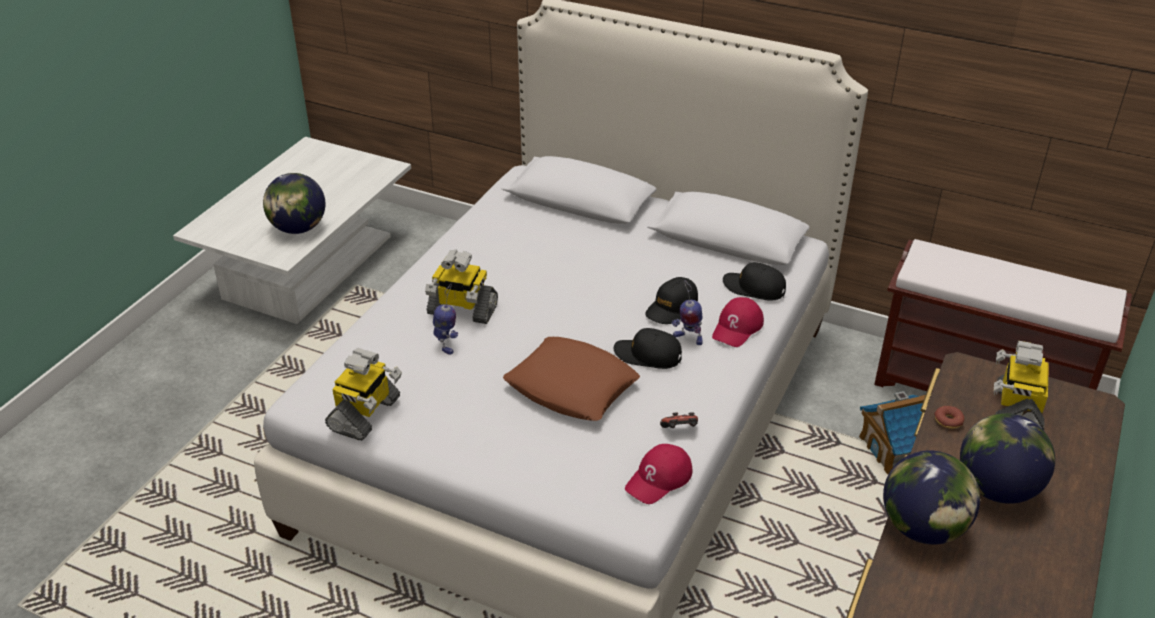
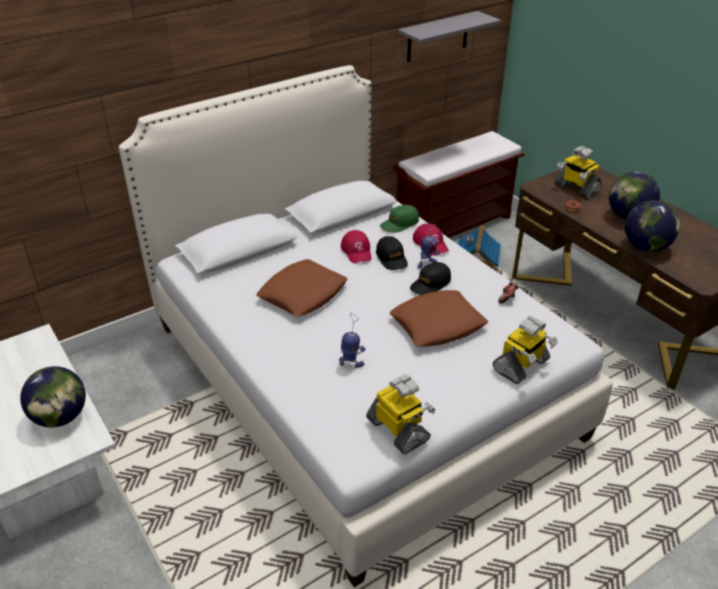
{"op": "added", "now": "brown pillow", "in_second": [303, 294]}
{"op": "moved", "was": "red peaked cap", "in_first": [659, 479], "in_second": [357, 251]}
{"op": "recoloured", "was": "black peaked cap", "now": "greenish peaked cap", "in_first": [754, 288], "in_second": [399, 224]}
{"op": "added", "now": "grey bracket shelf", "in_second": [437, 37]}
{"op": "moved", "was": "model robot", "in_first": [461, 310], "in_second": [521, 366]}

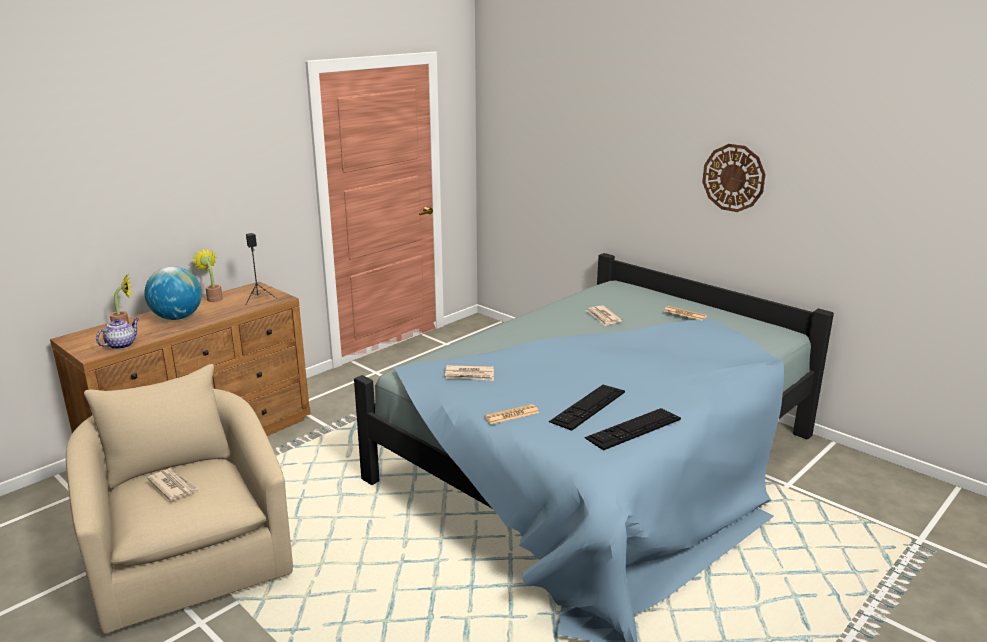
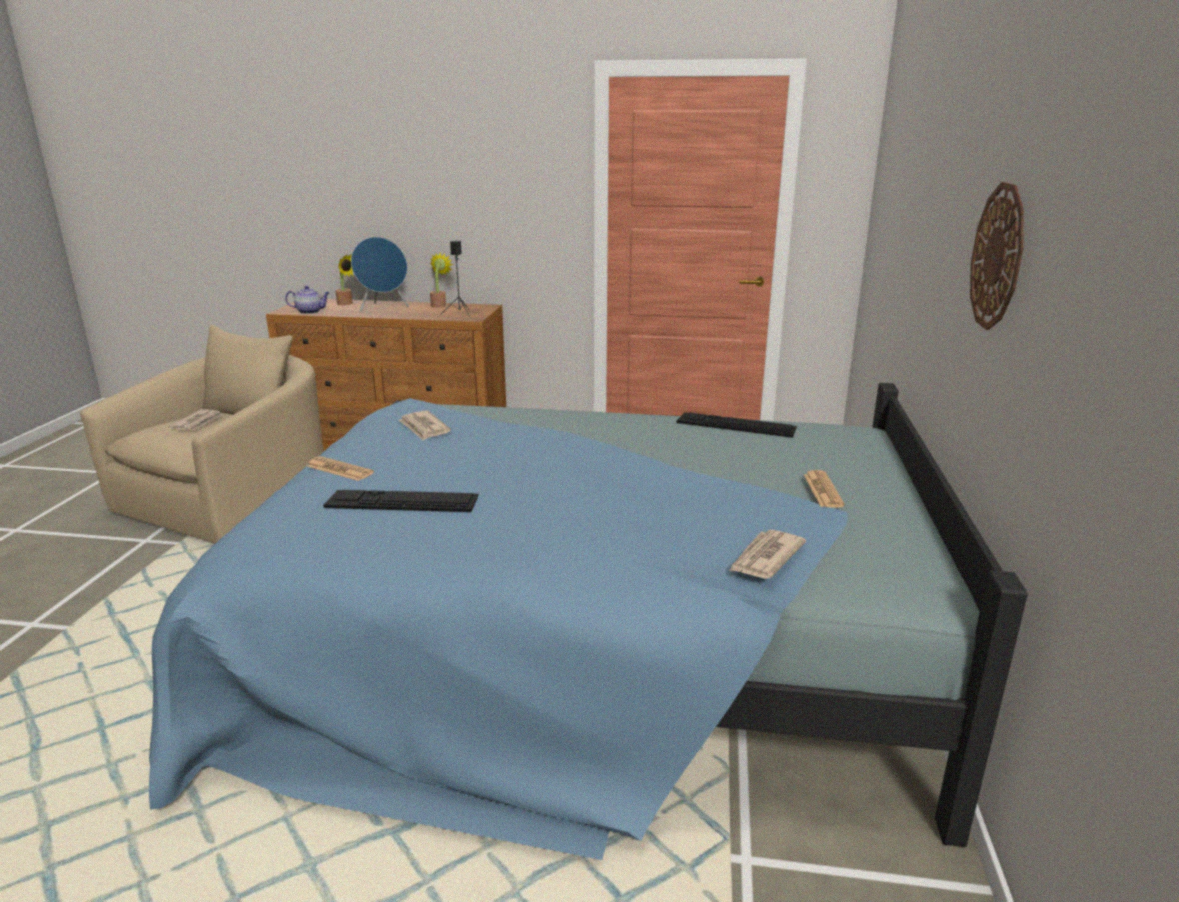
{"op": "replaced", "was": "desk globe", "now": "bluish loudspeaker", "in_first": [177, 318], "in_second": [383, 308]}
{"op": "moved", "was": "PC keyboard", "in_first": [633, 428], "in_second": [736, 425]}
{"op": "moved", "was": "printed paper", "in_first": [603, 317], "in_second": [765, 558]}

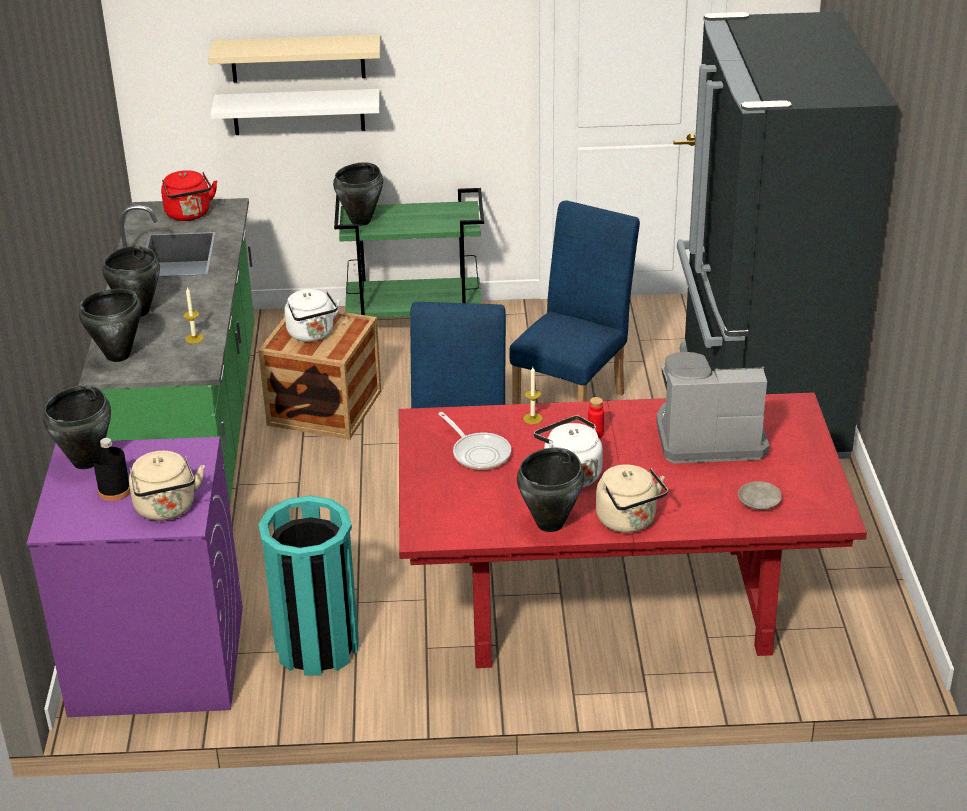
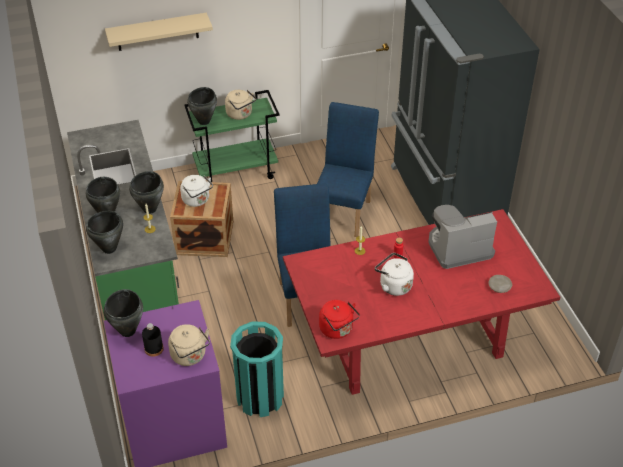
{"op": "moved", "was": "black stockpot", "in_first": [551, 523], "in_second": [150, 209]}
{"op": "moved", "was": "beige-coloured tea kettle", "in_first": [629, 521], "in_second": [240, 114]}
{"op": "moved", "was": "red tea kettle", "in_first": [189, 215], "in_second": [337, 330]}
{"op": "removed", "was": "white-coloured bracket shelf", "in_first": [298, 112]}
{"op": "removed", "was": "frying pan", "in_first": [478, 453]}

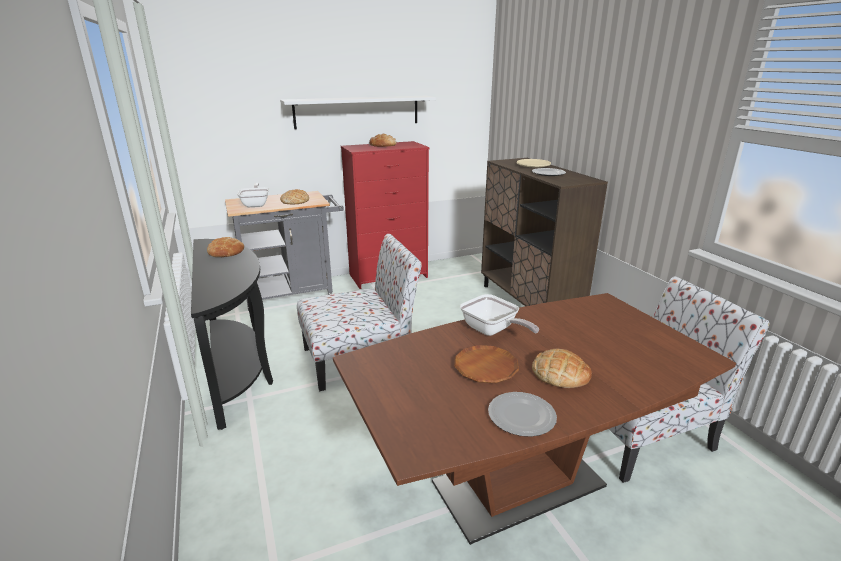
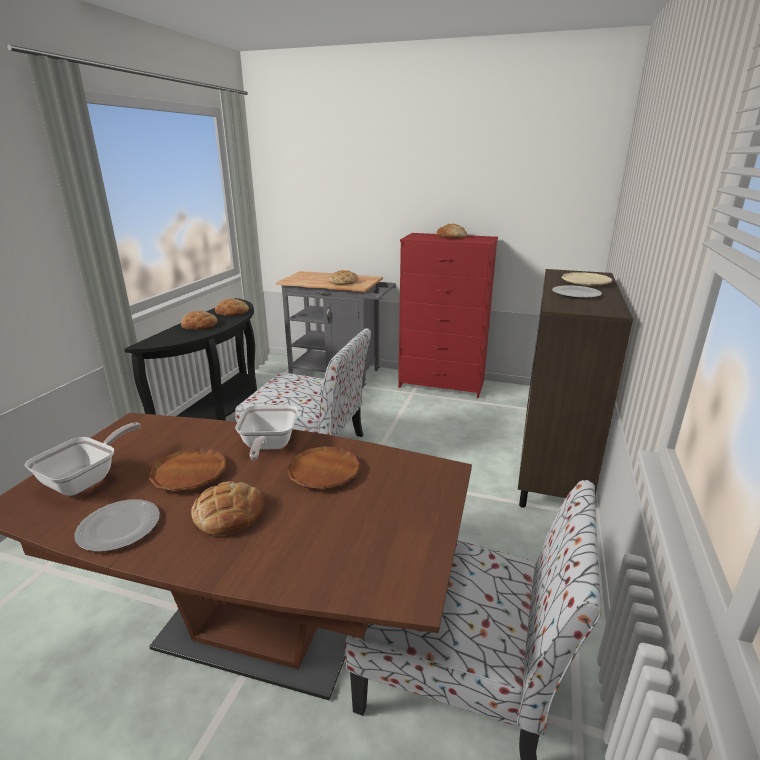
{"op": "moved", "was": "frying pan", "in_first": [256, 204], "in_second": [87, 479]}
{"op": "added", "now": "bread", "in_second": [199, 325]}
{"op": "added", "now": "brown dinner plate", "in_second": [324, 472]}
{"op": "removed", "was": "white-coloured bracket shelf", "in_first": [357, 111]}

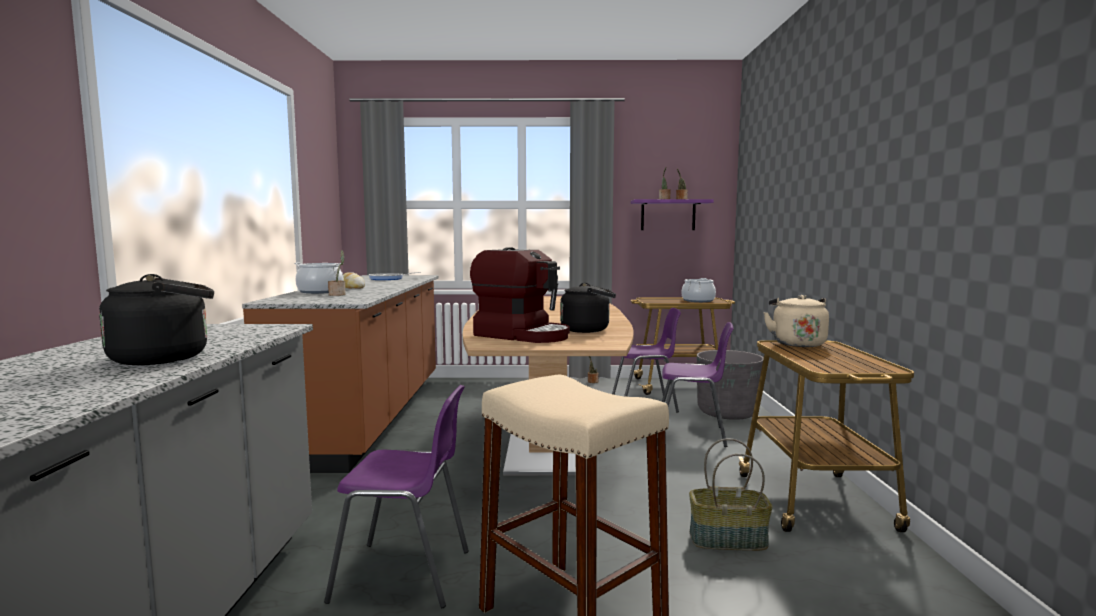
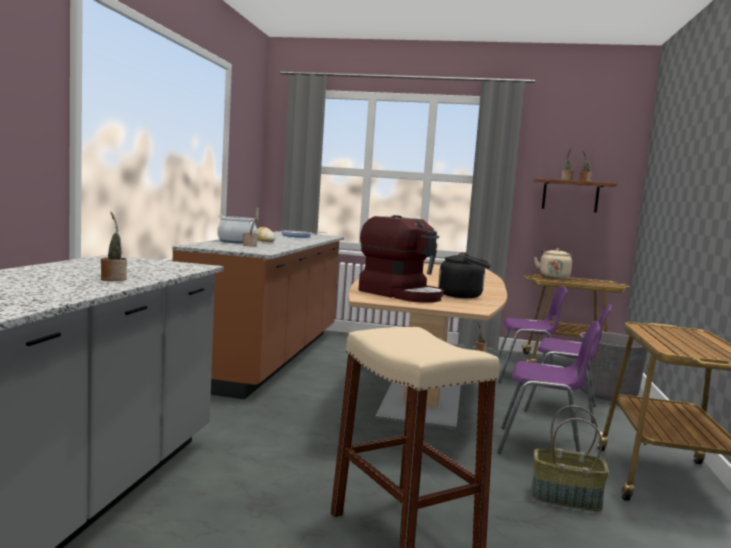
{"op": "replaced", "was": "black tea kettle", "now": "potted plant", "in_first": [166, 358], "in_second": [113, 279]}
{"op": "moved", "was": "purplish upright chair", "in_first": [406, 575], "in_second": [541, 447]}
{"op": "recoloured", "was": "purplish bracket shelf", "now": "brown bracket shelf", "in_first": [668, 215], "in_second": [570, 196]}
{"op": "moved", "was": "beige-coloured tea kettle", "in_first": [796, 343], "in_second": [553, 277]}
{"op": "removed", "was": "stockpot", "in_first": [698, 300]}

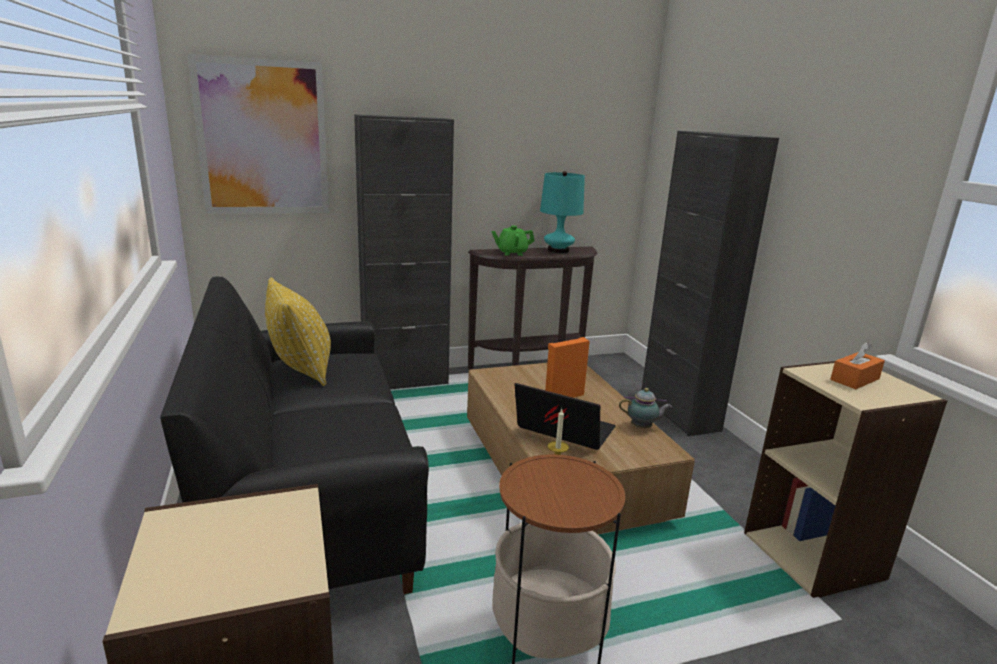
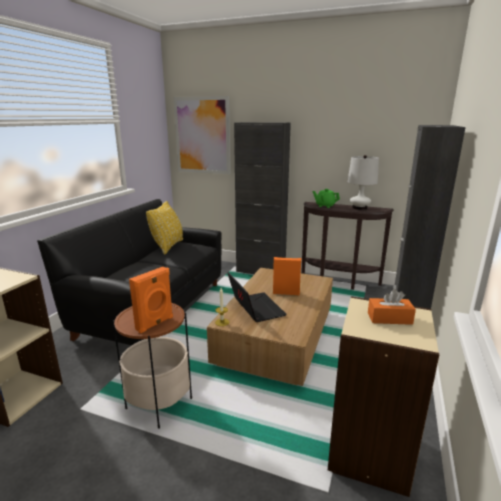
{"op": "added", "now": "orange-coloured loudspeaker", "in_second": [155, 324]}
{"op": "recoloured", "was": "turquoise table lamp", "now": "white-coloured table lamp", "in_first": [558, 251], "in_second": [359, 208]}
{"op": "removed", "was": "pot for tea", "in_first": [642, 427]}

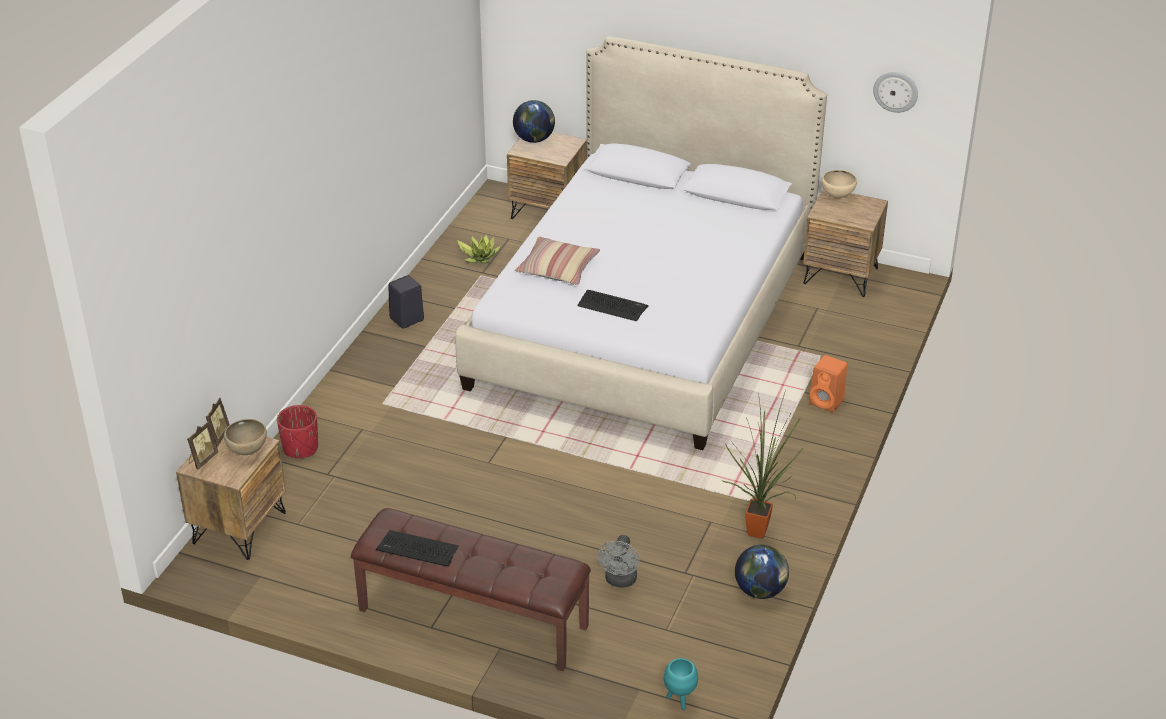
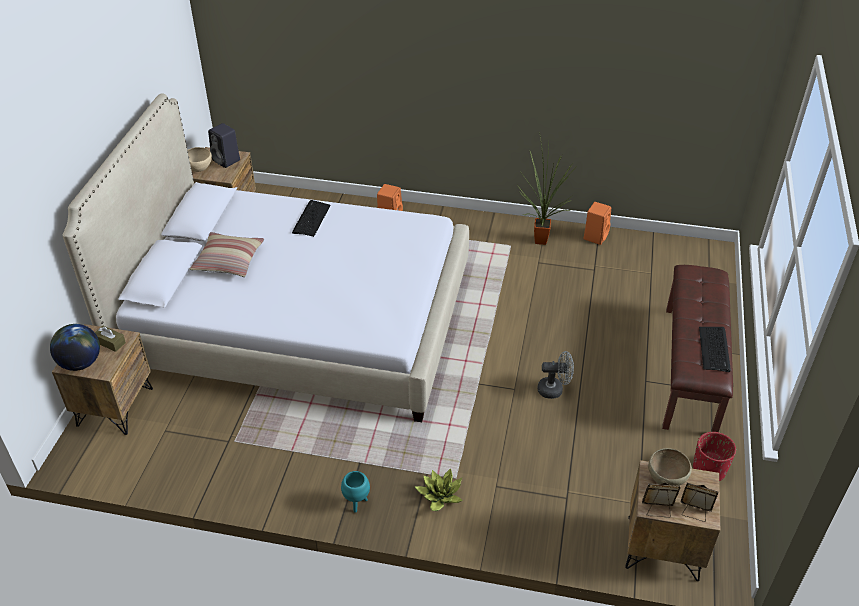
{"op": "added", "now": "brown tissue holder", "in_second": [110, 342]}
{"op": "moved", "was": "pillow", "in_first": [557, 269], "in_second": [228, 261]}
{"op": "moved", "was": "black loudspeaker", "in_first": [406, 320], "in_second": [227, 160]}
{"op": "moved", "was": "PC keyboard", "in_first": [612, 306], "in_second": [311, 219]}
{"op": "moved", "was": "turquoise flower pot", "in_first": [679, 700], "in_second": [357, 503]}
{"op": "moved", "was": "potted plant", "in_first": [479, 256], "in_second": [440, 496]}
{"op": "moved", "was": "grey cooling fan", "in_first": [620, 581], "in_second": [554, 389]}
{"op": "replaced", "was": "desk globe", "now": "orange-coloured loudspeaker", "in_first": [760, 590], "in_second": [595, 236]}
{"op": "moved", "was": "red flower pot", "in_first": [301, 448], "in_second": [708, 469]}
{"op": "removed", "was": "hanging clock", "in_first": [896, 91]}

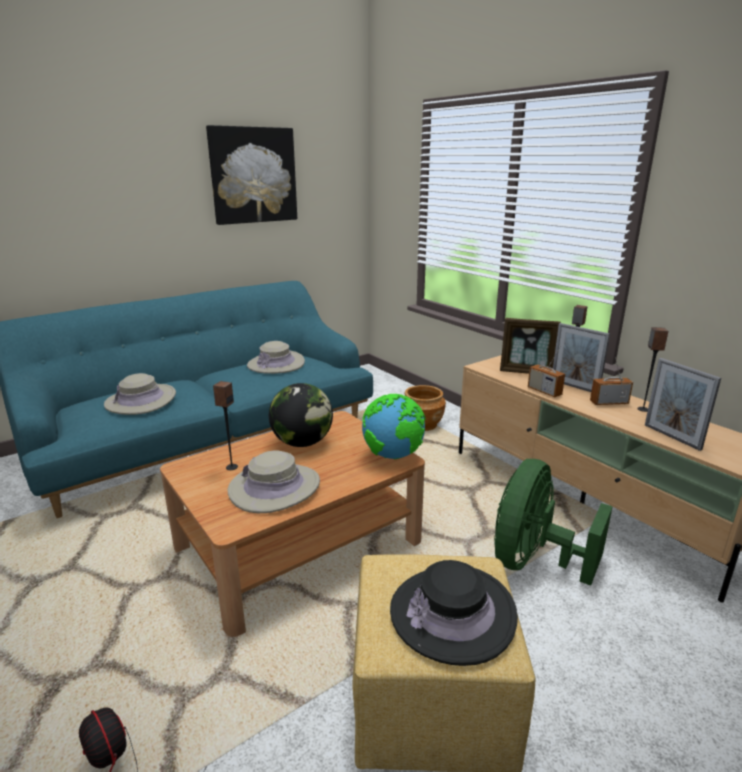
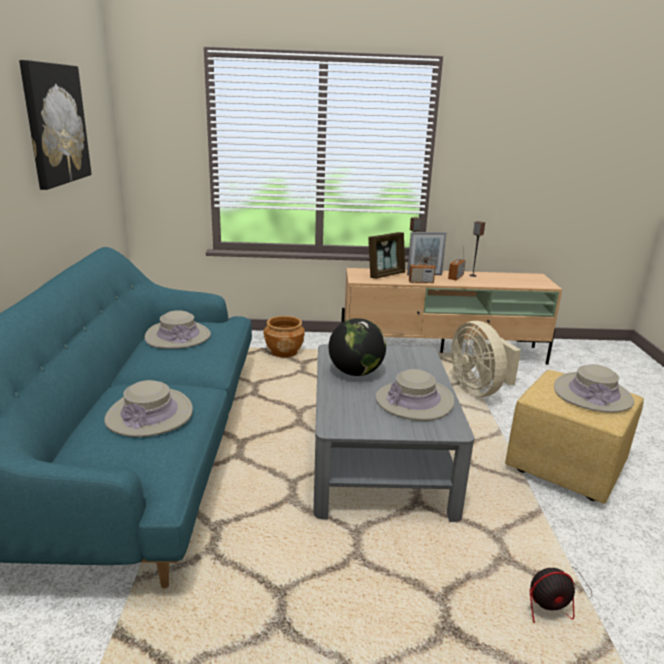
{"op": "recoloured", "was": "brown coffee table", "now": "grey coffee table", "in_first": [299, 544], "in_second": [378, 458]}
{"op": "recoloured", "was": "greenish cooling fan", "now": "beige-coloured cooling fan", "in_first": [534, 561], "in_second": [479, 389]}
{"op": "recoloured", "was": "black wearable hat", "now": "beige-coloured wearable hat", "in_first": [452, 613], "in_second": [592, 394]}
{"op": "removed", "was": "loudspeaker", "in_first": [231, 467]}
{"op": "removed", "was": "desk globe", "in_first": [393, 456]}
{"op": "removed", "was": "picture frame", "in_first": [672, 437]}

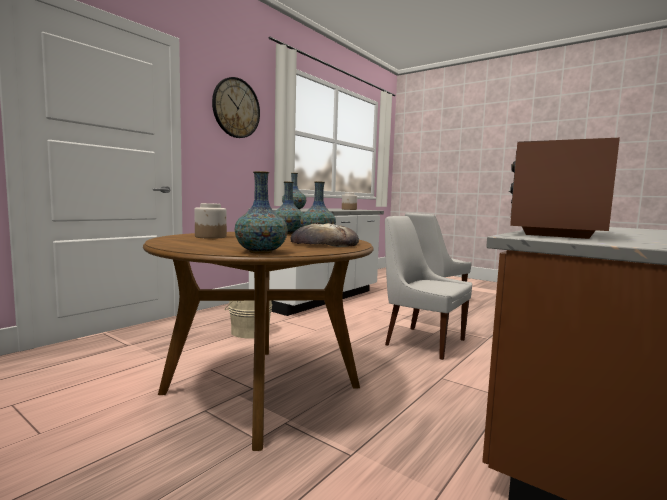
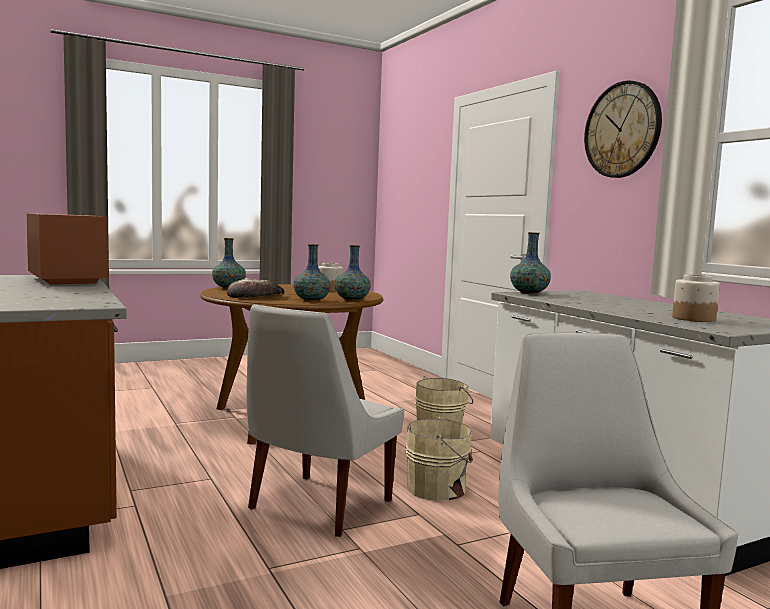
{"op": "turned", "was": "white-coloured upright chair", "in_first": [422, 342], "in_second": [317, 507], "clockwise": 150}
{"op": "added", "now": "beige-coloured bucket", "in_second": [439, 488]}

